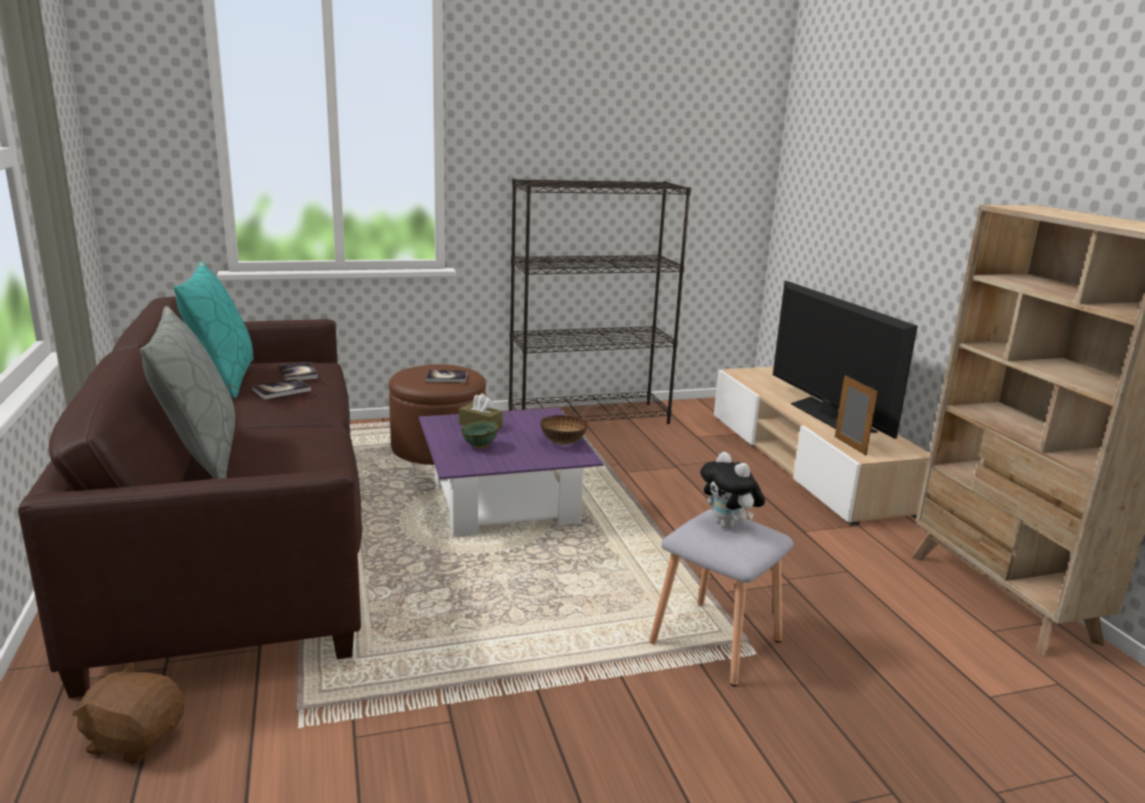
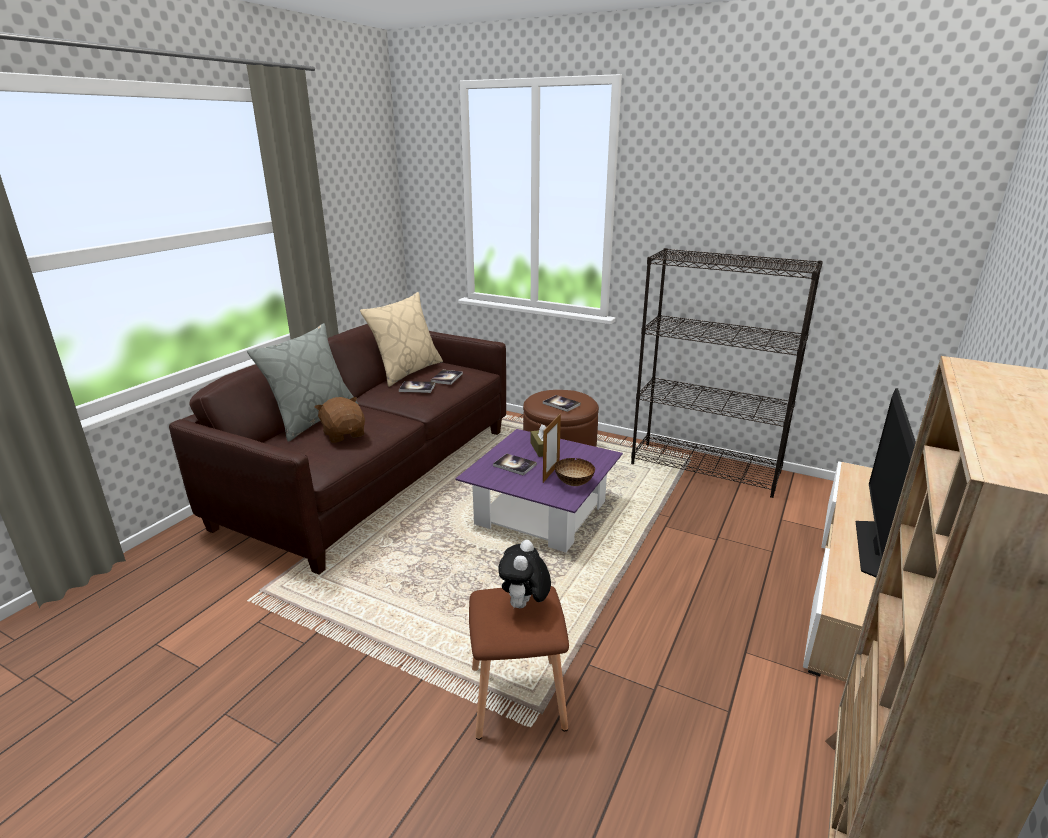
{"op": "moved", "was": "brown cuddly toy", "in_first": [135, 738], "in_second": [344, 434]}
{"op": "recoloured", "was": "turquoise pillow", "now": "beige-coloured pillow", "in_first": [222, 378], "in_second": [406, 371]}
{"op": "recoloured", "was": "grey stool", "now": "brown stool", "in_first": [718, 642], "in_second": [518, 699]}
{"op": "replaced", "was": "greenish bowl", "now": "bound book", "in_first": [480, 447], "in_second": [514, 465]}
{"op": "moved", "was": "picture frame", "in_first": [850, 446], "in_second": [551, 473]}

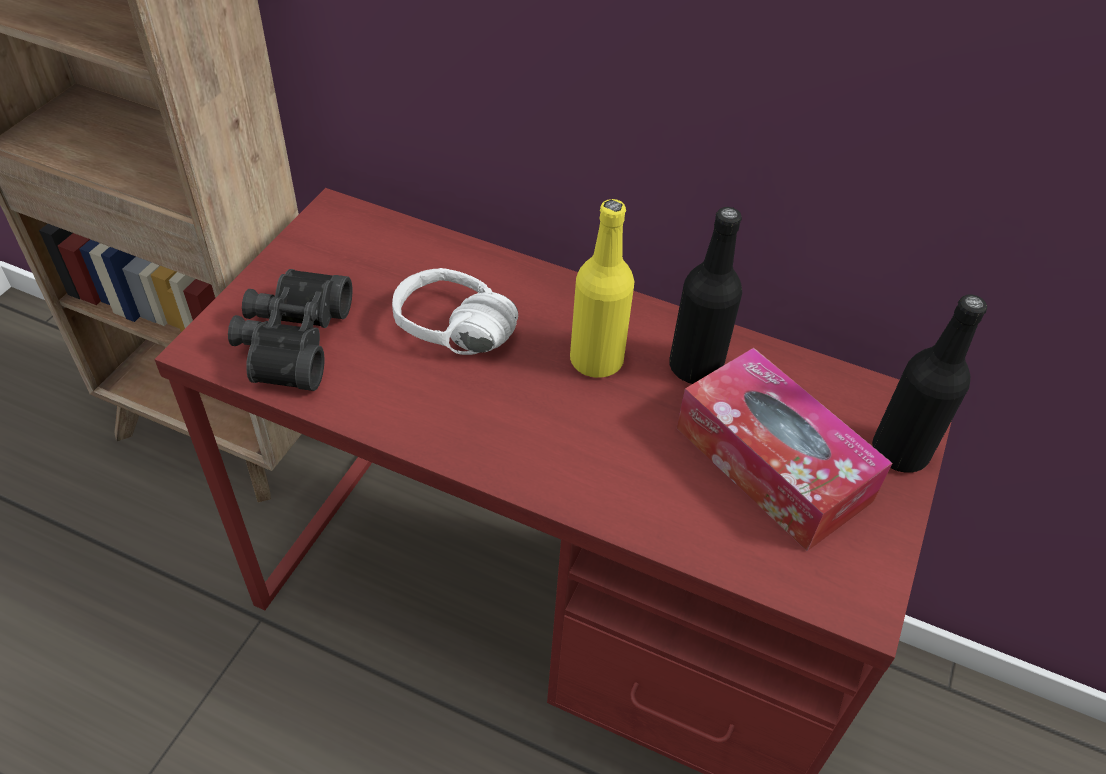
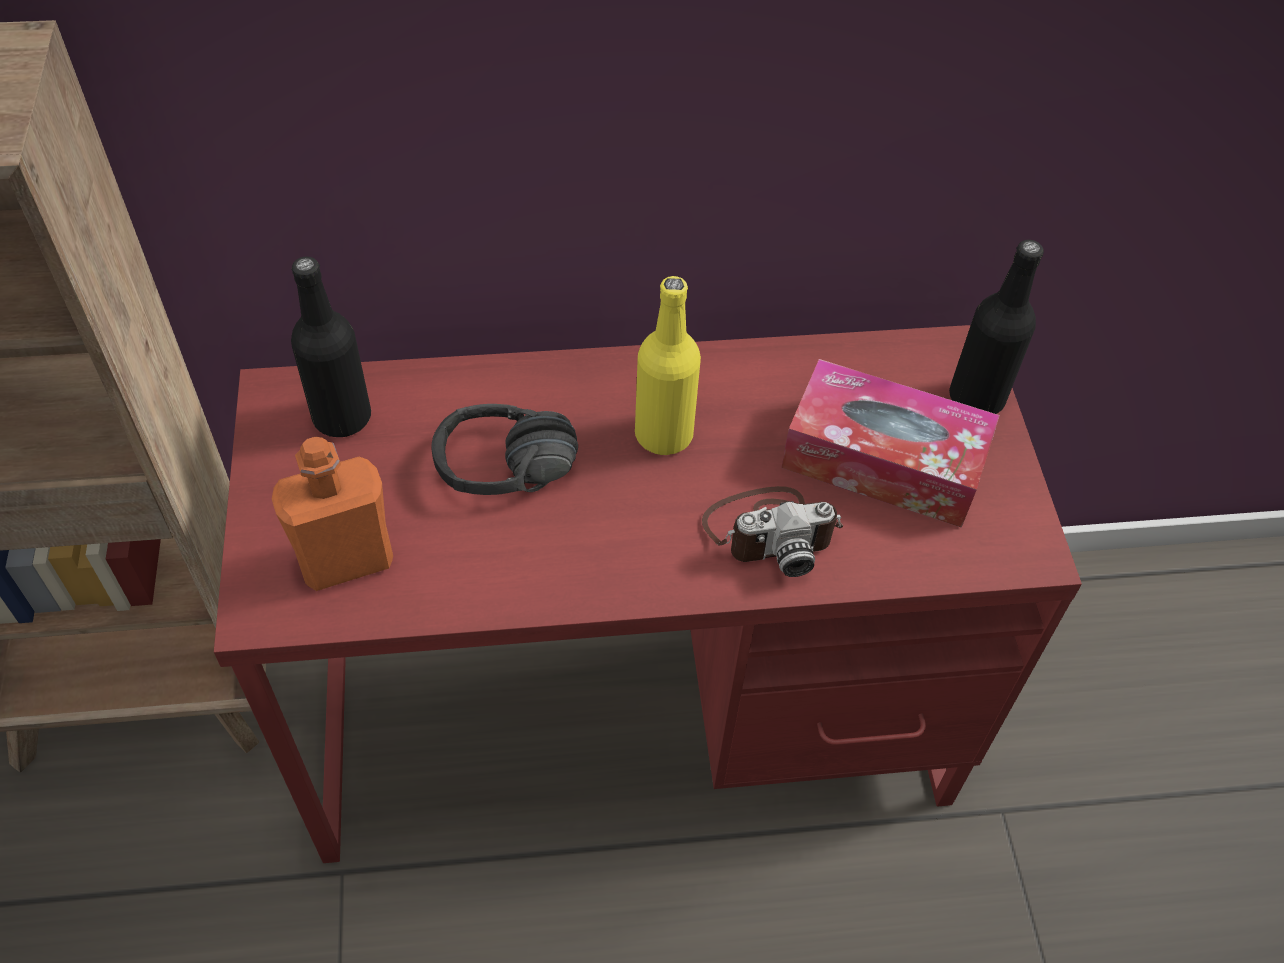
{"op": "replaced", "was": "black pair of binoculars", "now": "orange-coloured bottle", "in_first": [290, 341], "in_second": [346, 560]}
{"op": "moved", "was": "black bottle", "in_first": [695, 367], "in_second": [342, 417]}
{"op": "recoloured", "was": "white-coloured headset", "now": "black headset", "in_first": [446, 342], "in_second": [507, 484]}
{"op": "added", "now": "photo camera", "in_second": [770, 531]}

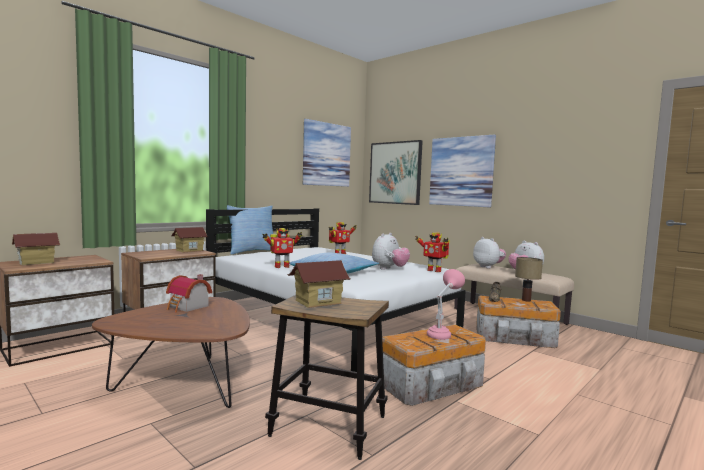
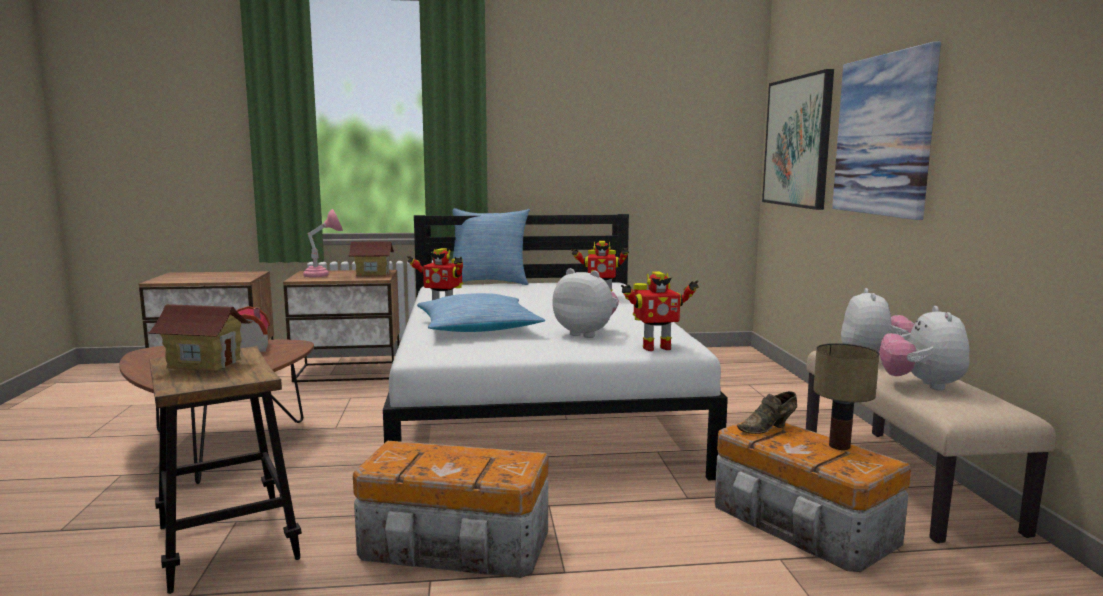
{"op": "moved", "was": "pinkish table lamp", "in_first": [442, 334], "in_second": [323, 275]}
{"op": "turned", "was": "cuddly toy", "in_first": [389, 269], "in_second": [586, 334], "clockwise": -135}
{"op": "turned", "was": "model robot", "in_first": [434, 270], "in_second": [655, 347], "clockwise": -90}
{"op": "removed", "was": "miniature house", "in_first": [37, 262]}
{"op": "removed", "was": "picture", "in_first": [326, 154]}

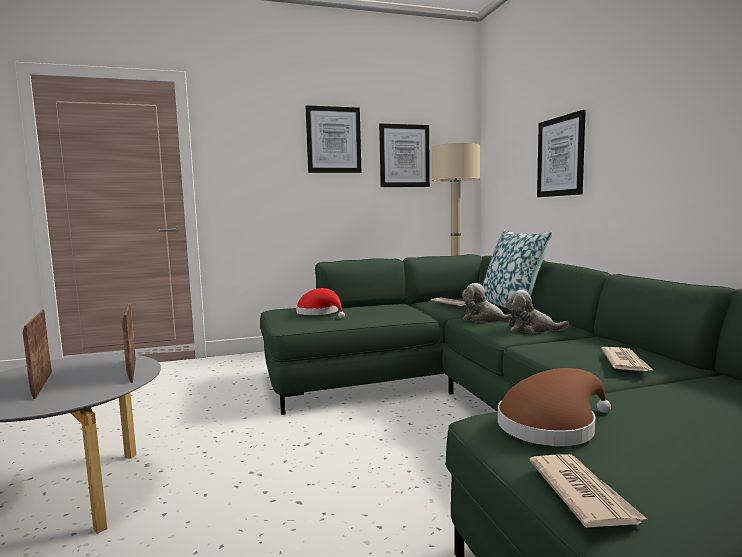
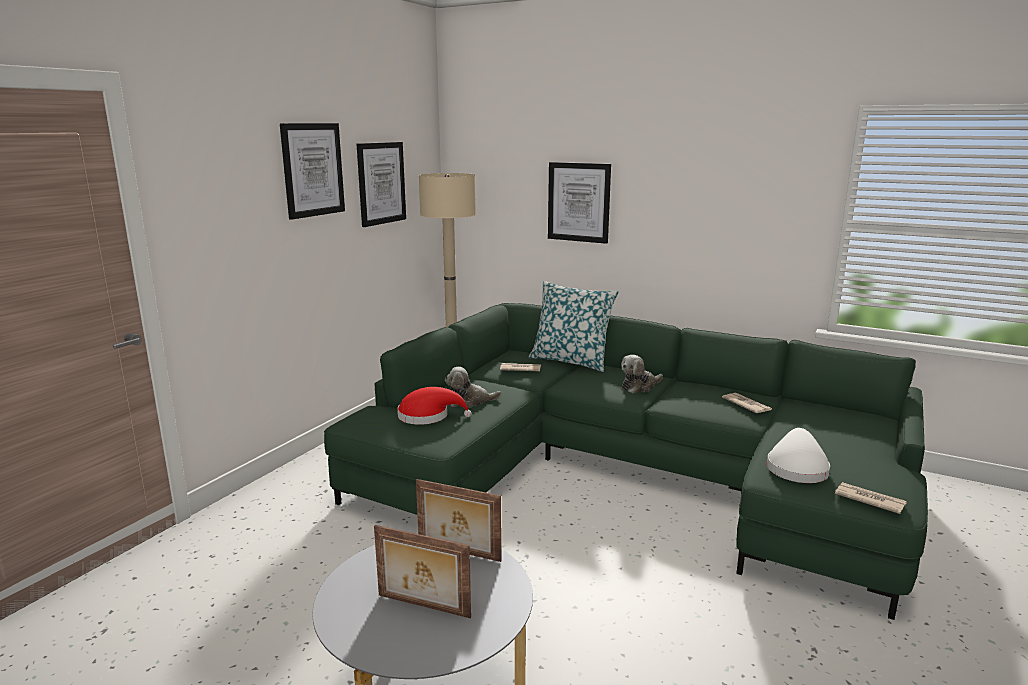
{"op": "moved", "was": "cuddly toy", "in_first": [484, 319], "in_second": [469, 401]}
{"op": "recoloured", "was": "brown wearable hat", "now": "white-coloured wearable hat", "in_first": [551, 426], "in_second": [796, 468]}

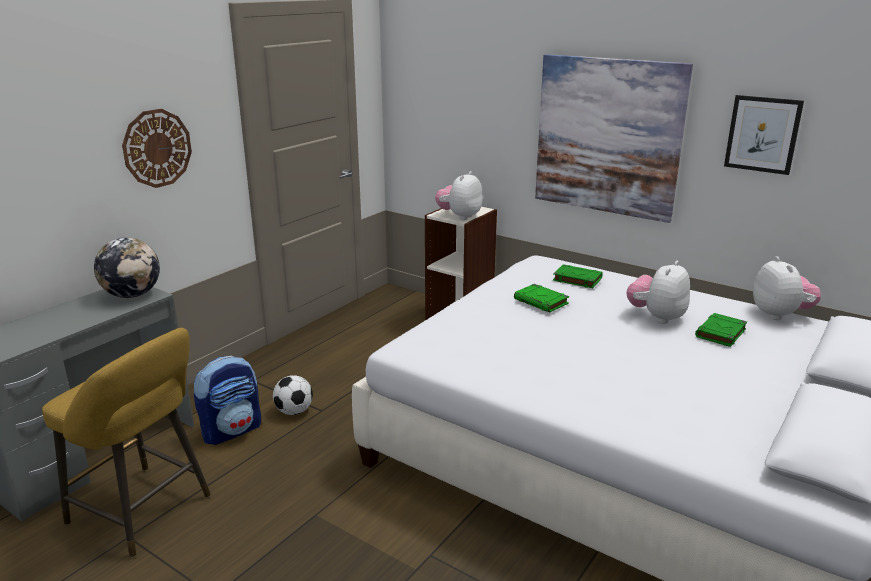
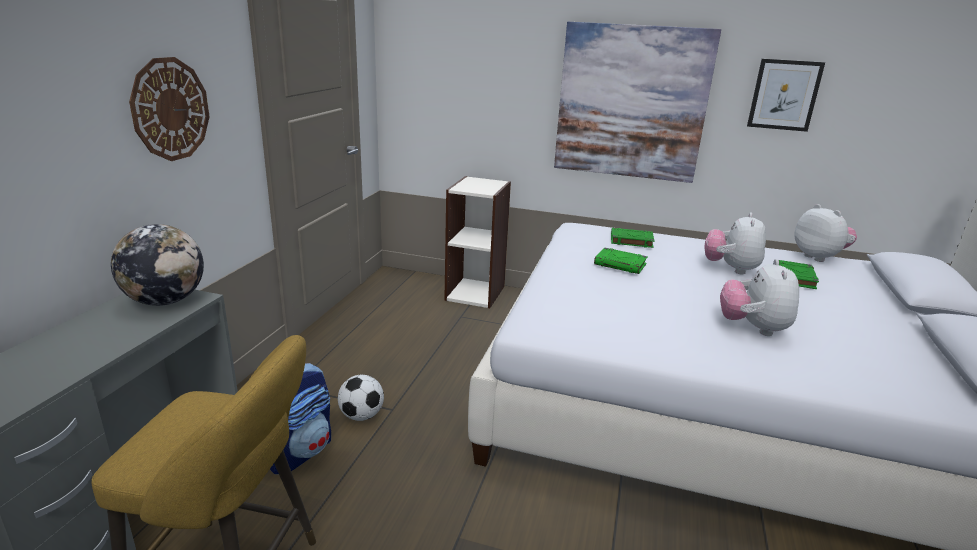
{"op": "moved", "was": "cuddly toy", "in_first": [459, 216], "in_second": [753, 328]}

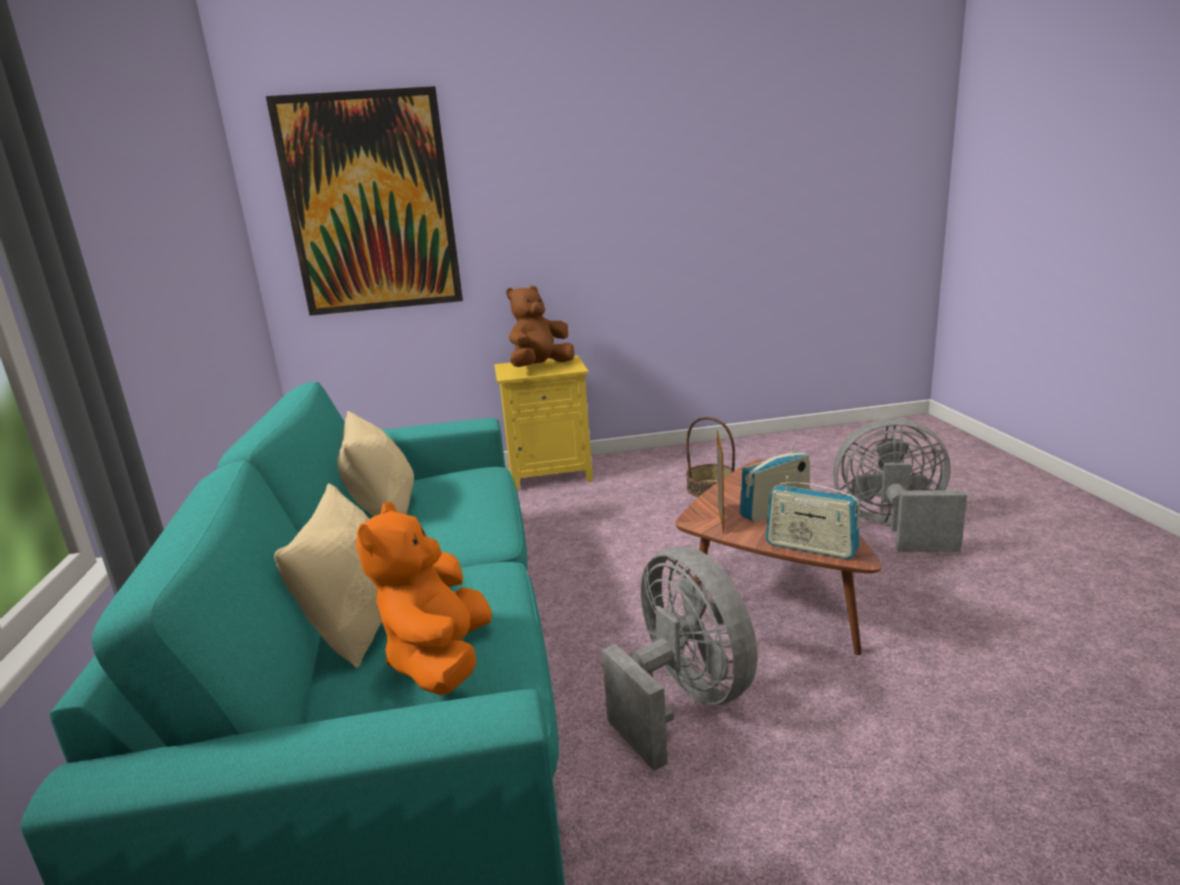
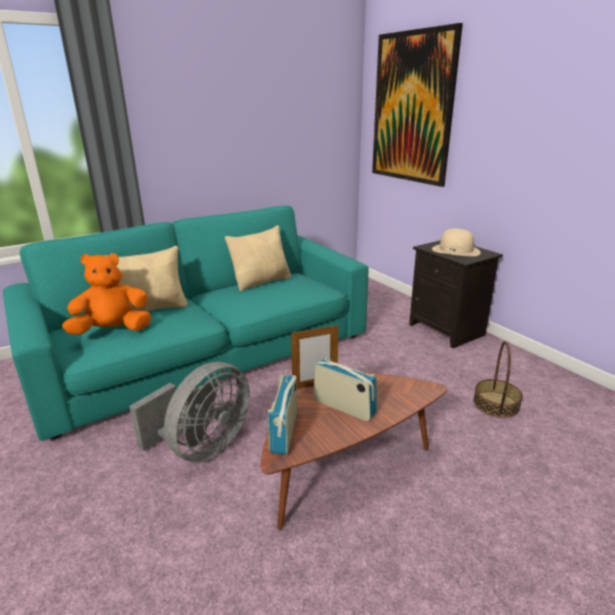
{"op": "recoloured", "was": "yellow-coloured night table", "now": "black night table", "in_first": [551, 474], "in_second": [448, 330]}
{"op": "replaced", "was": "brown cuddly toy", "now": "beige-coloured wearable hat", "in_first": [540, 367], "in_second": [456, 250]}
{"op": "removed", "was": "grey cooling fan", "in_first": [894, 528]}

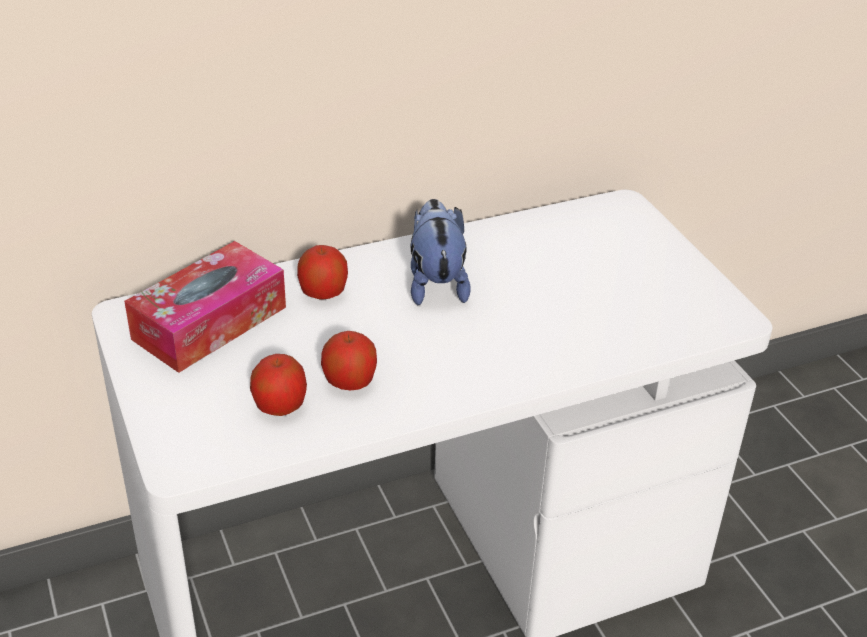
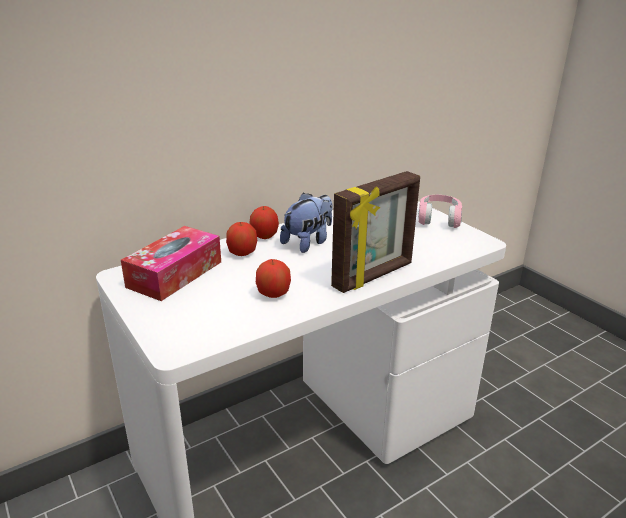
{"op": "moved", "was": "apple", "in_first": [280, 406], "in_second": [264, 236]}
{"op": "turned", "was": "cuddly toy", "in_first": [436, 283], "in_second": [308, 242], "clockwise": 60}
{"op": "added", "now": "picture frame", "in_second": [374, 276]}
{"op": "added", "now": "pinkish headset", "in_second": [439, 218]}

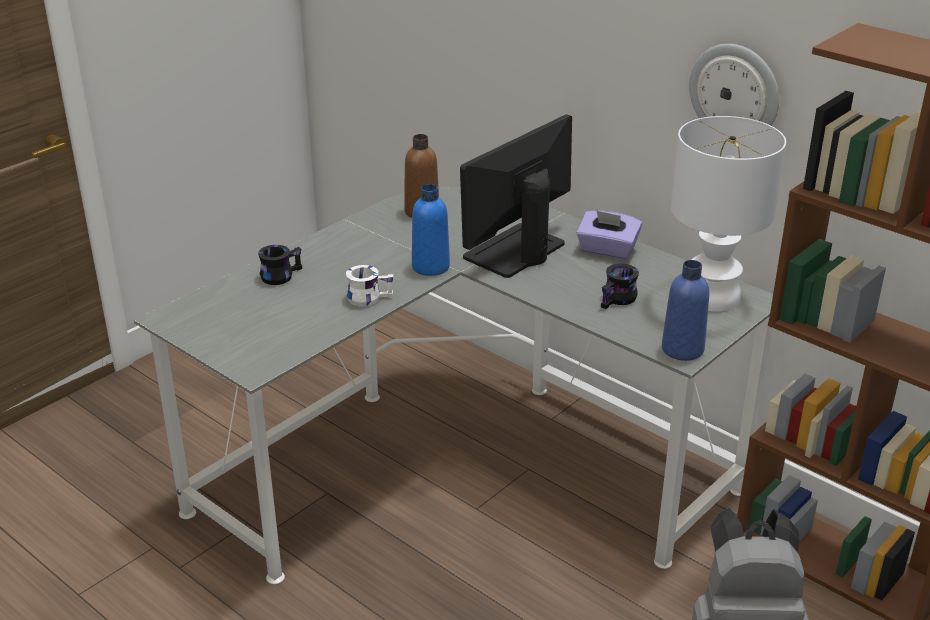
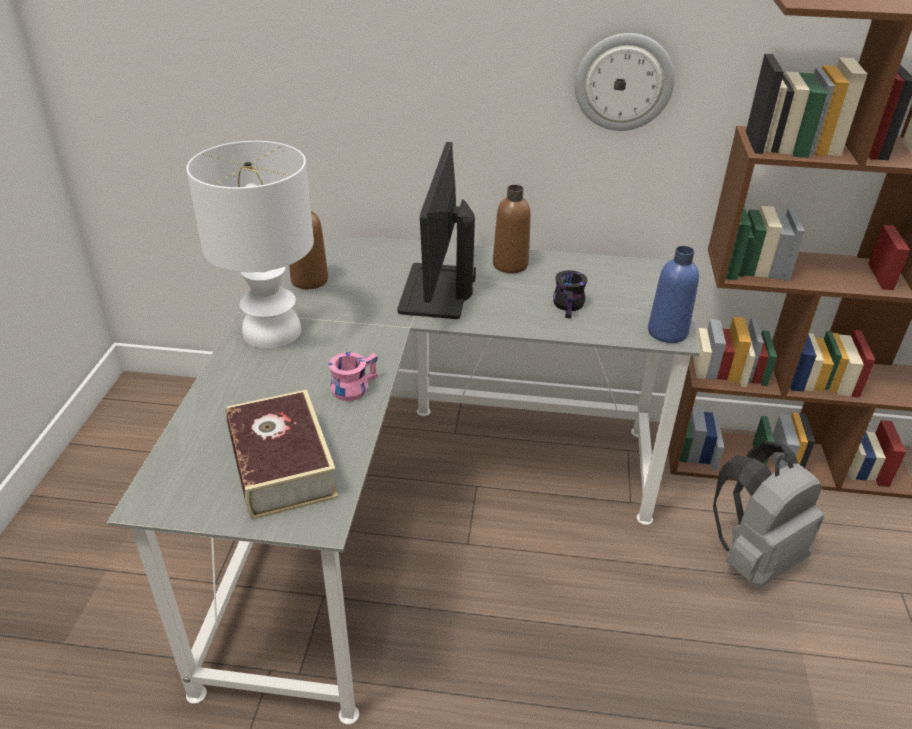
{"op": "moved", "was": "white-coloured table lamp", "in_first": [711, 297], "in_second": [271, 332]}
{"op": "added", "now": "bound book", "in_second": [281, 465]}
{"op": "recoloured", "was": "white-coloured coffee mug", "now": "pinkish coffee mug", "in_first": [369, 297], "in_second": [352, 386]}
{"op": "replaced", "was": "purplish tissue holder", "now": "brown bottle", "in_first": [607, 250], "in_second": [510, 265]}
{"op": "removed", "was": "black coffee mug", "in_first": [279, 274]}
{"op": "removed", "was": "bluish bottle", "in_first": [430, 267]}

